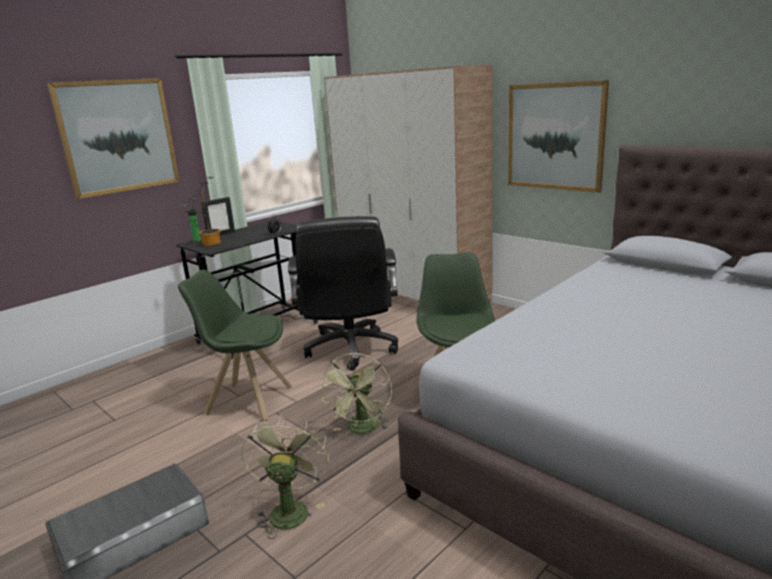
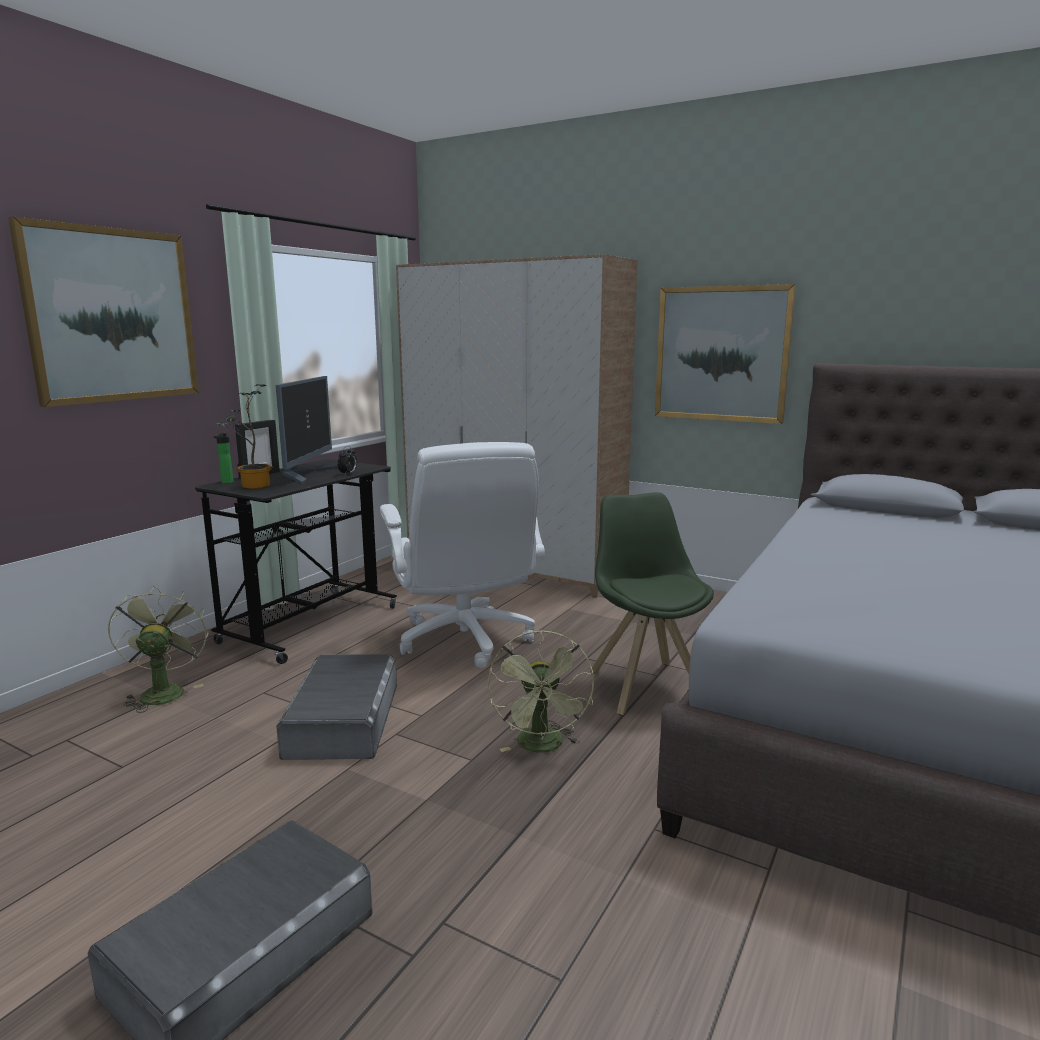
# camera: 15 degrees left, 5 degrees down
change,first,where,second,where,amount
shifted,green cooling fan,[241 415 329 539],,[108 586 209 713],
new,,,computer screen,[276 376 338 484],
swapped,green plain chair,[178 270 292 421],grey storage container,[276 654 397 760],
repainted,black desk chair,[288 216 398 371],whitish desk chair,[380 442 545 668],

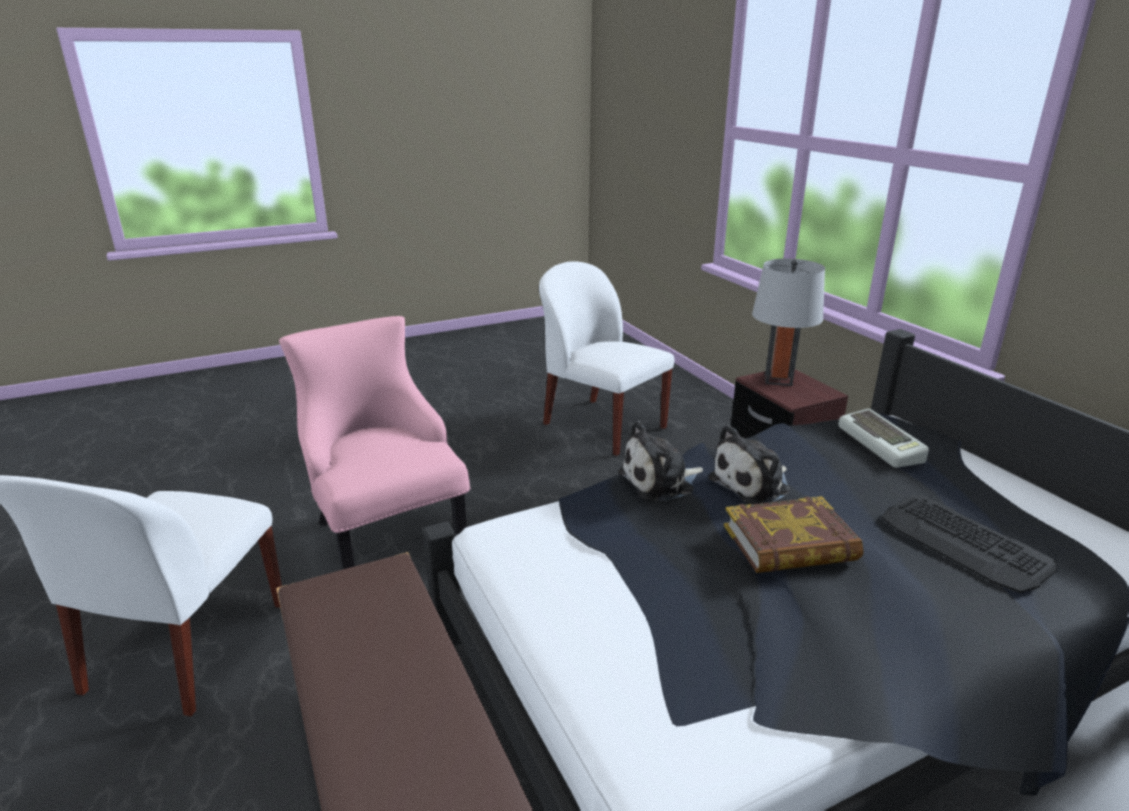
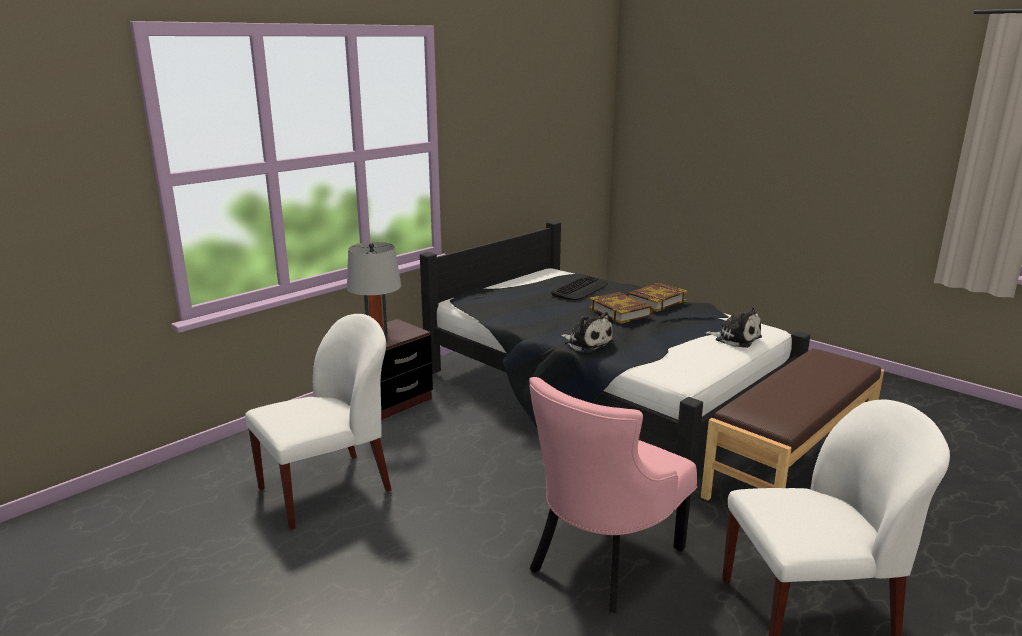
# camera: 110 degrees left, 5 degrees down
change,first,where,second,where,amount
rotated,whitish plain chair,[539 261 674 456],,[245 314 392 530],150 degrees counterclockwise
new,,,book,[627 283 688 312],
shifted,soft toy,[708 425 790 504],,[706 307 762 348],
gone,keyboard,[838 408 929 468],,,

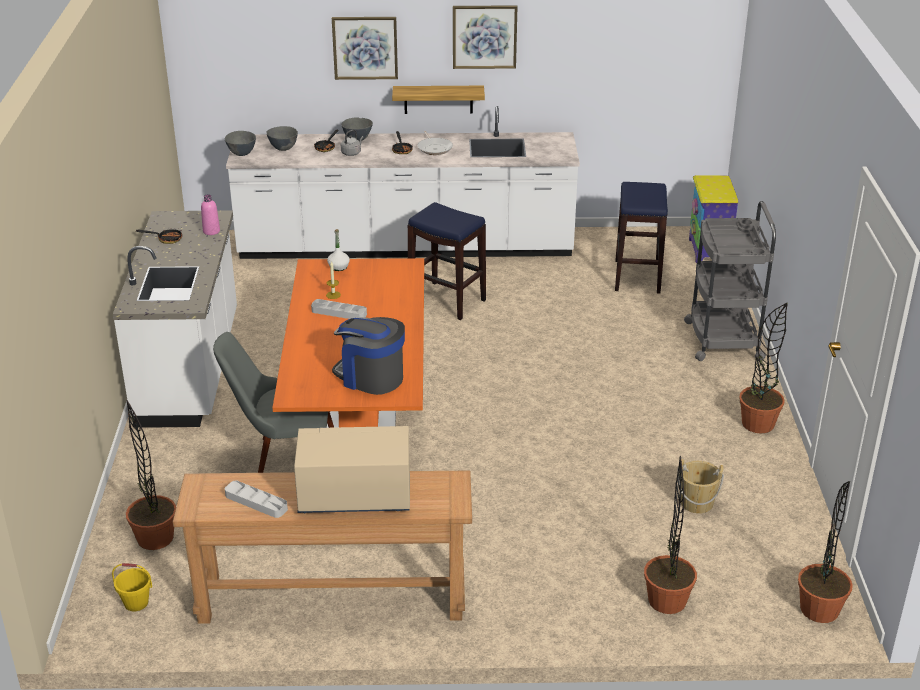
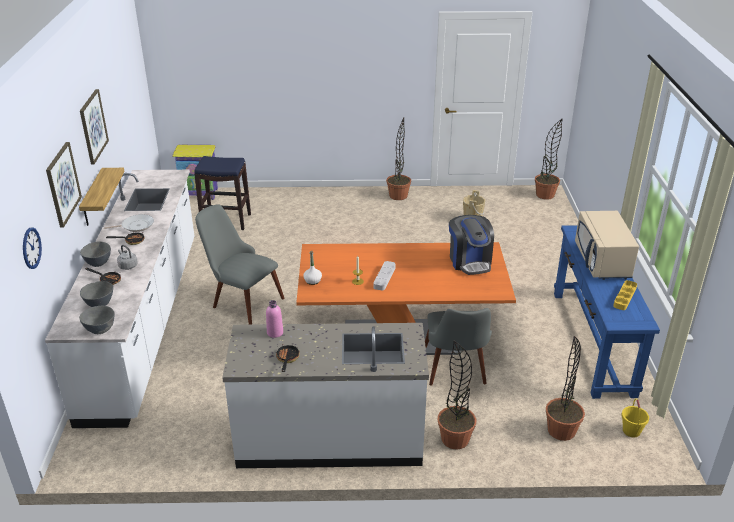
# camera: 90 degrees left, 0 degrees up
change,first,where,second,where,amount
new,,,wall clock,[23 228 42 269],
swapped,stool seat,[408 202 486 320],grey plain chair,[195 204 285 325],
shifted,potted plant,[644 456 697 614],,[438 341 476 450],
rotated,coffee brewer,[332 317 405 395],,[449 215 494 275],45 degrees counterclockwise
repainted,brown hall table,[173 470 472 624],blue-coloured hall table,[554 225 660 399],
repainted,grey carrying tray,[225 481 288 518],yellow-coloured carrying tray,[613 280 637 310],
gone,grey wheeled cart,[684 201 776 361],,,

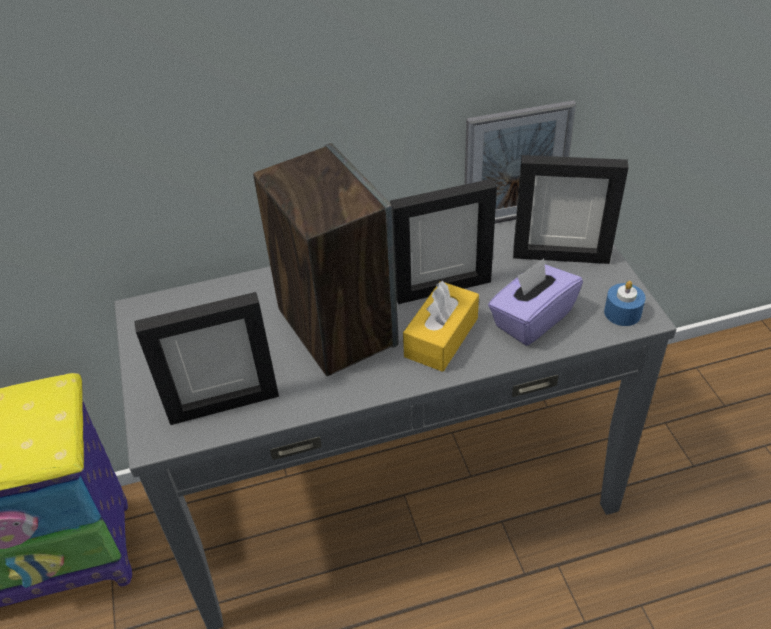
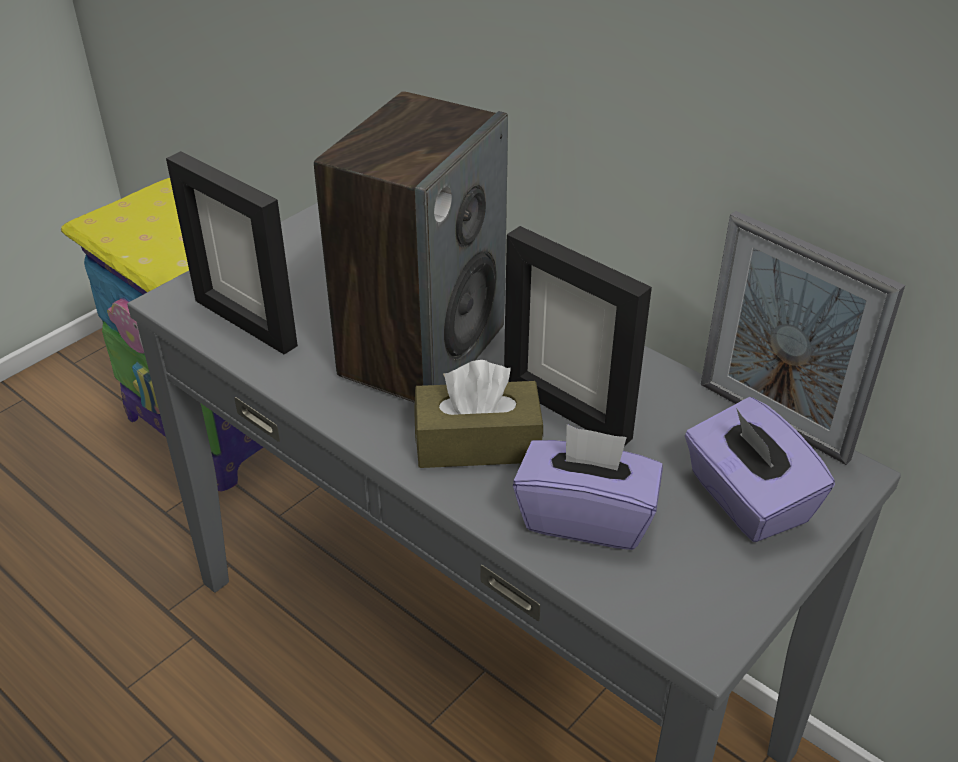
# camera: 55 degrees right, 5 degrees down
change,first,where,second,where,amount
repainted,yellow-coloured tissue holder,[403 281 479 372],brown tissue holder,[414 360 543 468],
swapped,photo frame,[513 155 629 264],purplish tissue holder,[685 397 835 542],
gone,blue-coloured candle,[604 281 646 326],,,

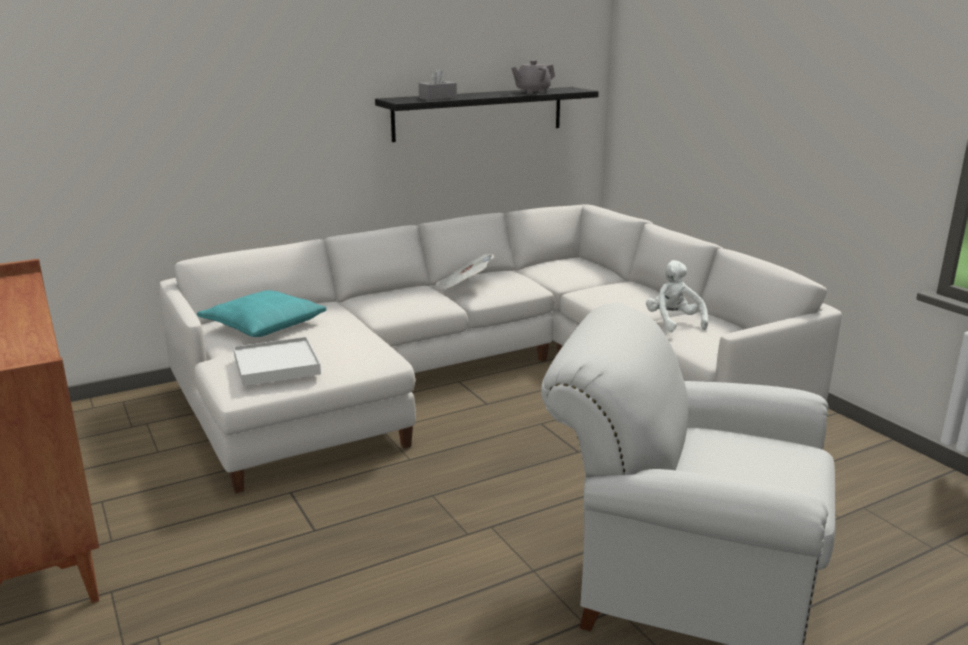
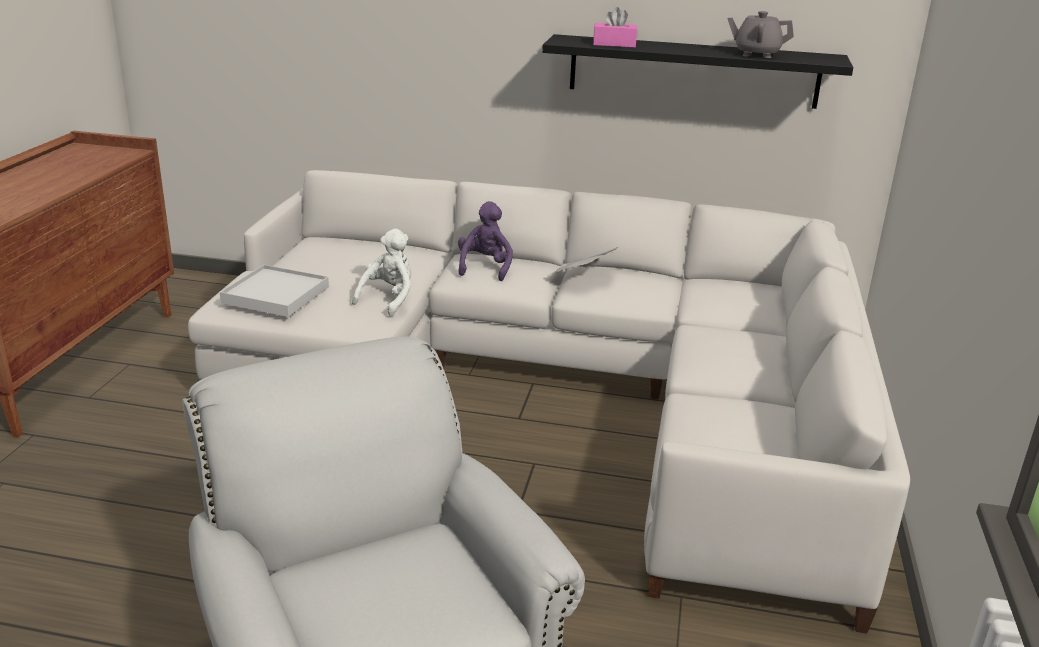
# camera: 40 degrees right, 5 degrees up
change,first,where,second,where,amount
shifted,whitish soft toy,[646 260 708 332],,[352 229 411 316],
new,,,purplish soft toy,[458 201 513 281],
repainted,grey tissue holder,[419 68 457 100],pink tissue holder,[593 7 637 48],
gone,turquoise-coloured throw pillow,[197 290 326 337],,,

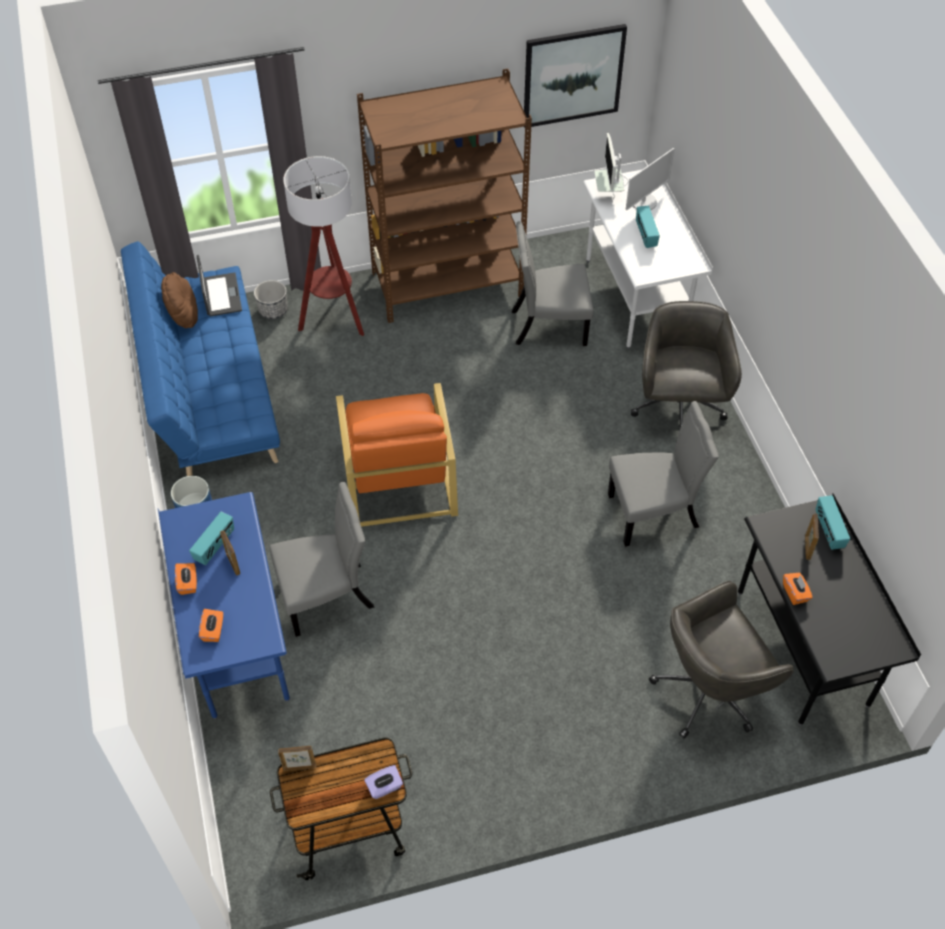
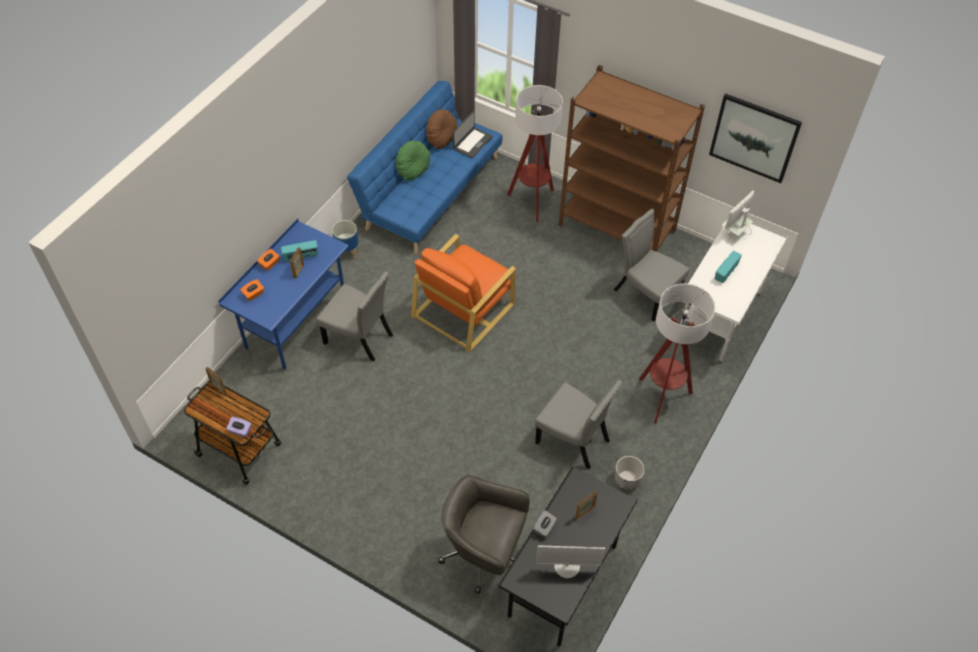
# camera: 45 degrees right, 0 degrees up
change,first,where,second,where,amount
new,,,green throw pillow,[396 140 430 180],
repainted,orange tissue holder,[783 573 813 605],grey tissue holder,[533 510 557 538],
shifted,computer screen,[626 148 675 210],,[536 545 605 578],
shifted,flower pot,[254 280 288 319],,[615 456 645 490],
swapped,grey desk chair,[631 301 742 442],floor lamp,[639 283 715 424],
gone,radio set,[815 495 850 550],,,

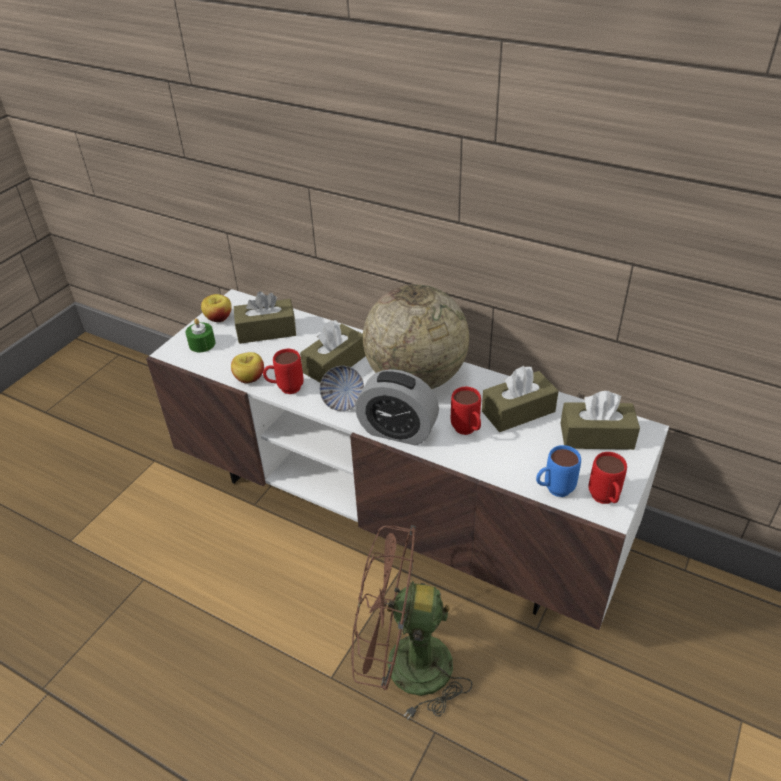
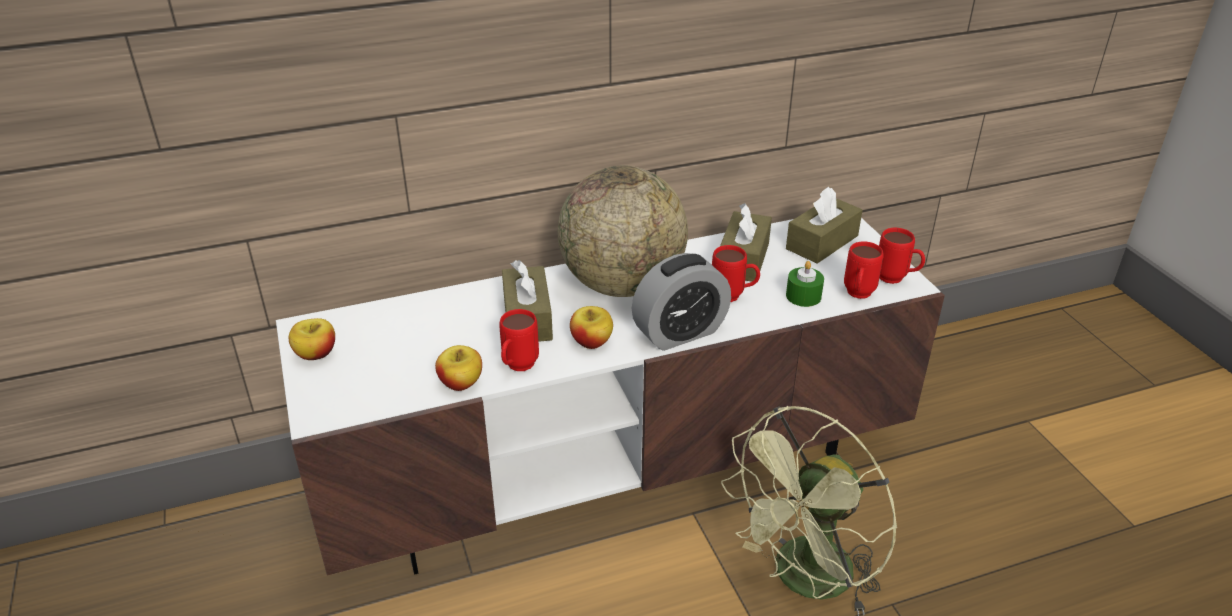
# camera: 50 degrees left, 5 degrees down
change,first,where,second,where,amount
swapped,bowl,[320 366 364 411],apple fruit,[570 306 613 349],
repainted,brown cooling fan,[351 525 472 720],green cooling fan,[721 406 897 616],
shifted,green candle,[186 318 216 352],,[786 261 824 307],
repainted,blue-coloured mug,[536 445 581 497],reddish mug,[844 241 884 299],
gone,brown tissue holder,[234 291 296 344],,,

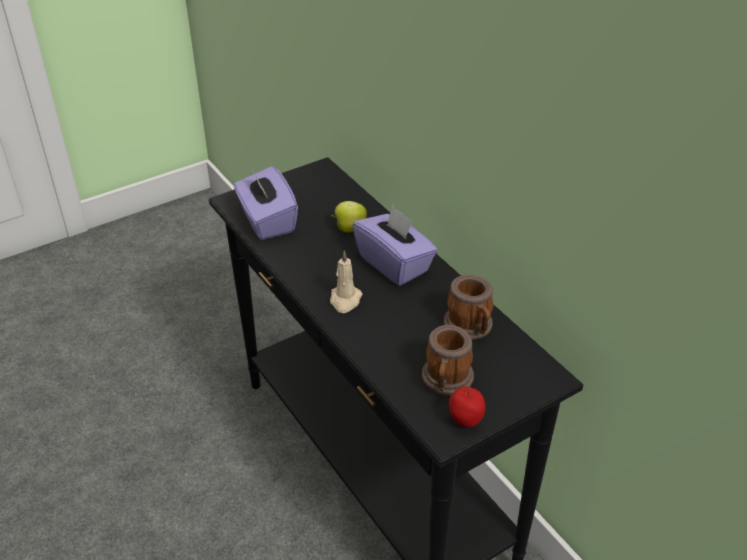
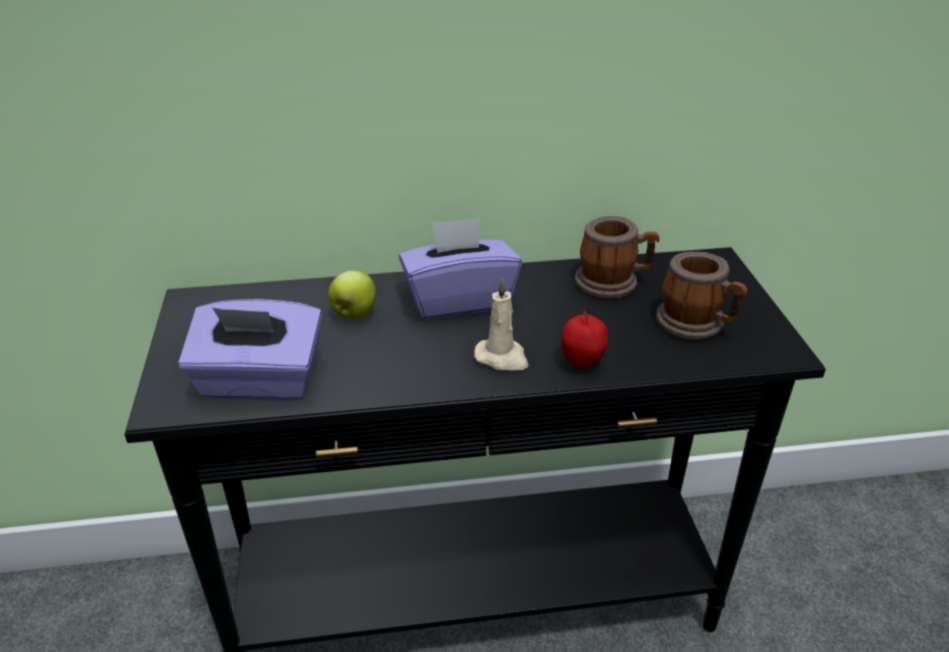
# camera: 65 degrees left, 5 degrees down
change,first,where,second,where,amount
shifted,apple fruit,[449 386 485 427],,[561 311 608 369],

